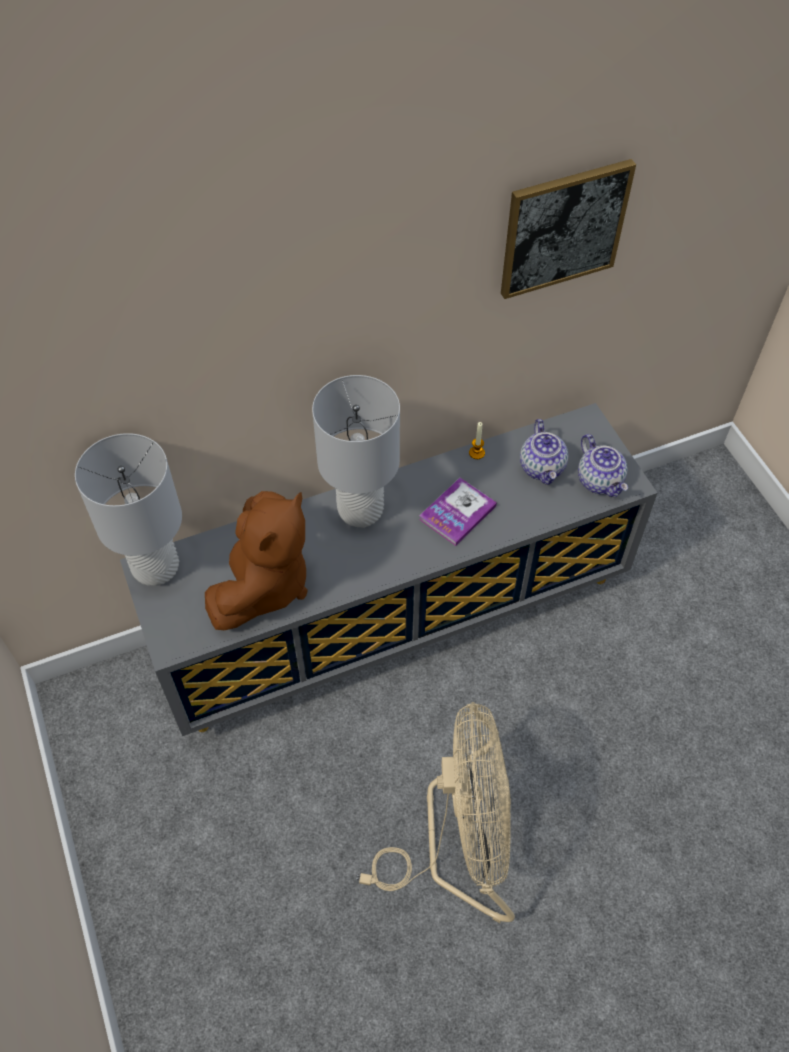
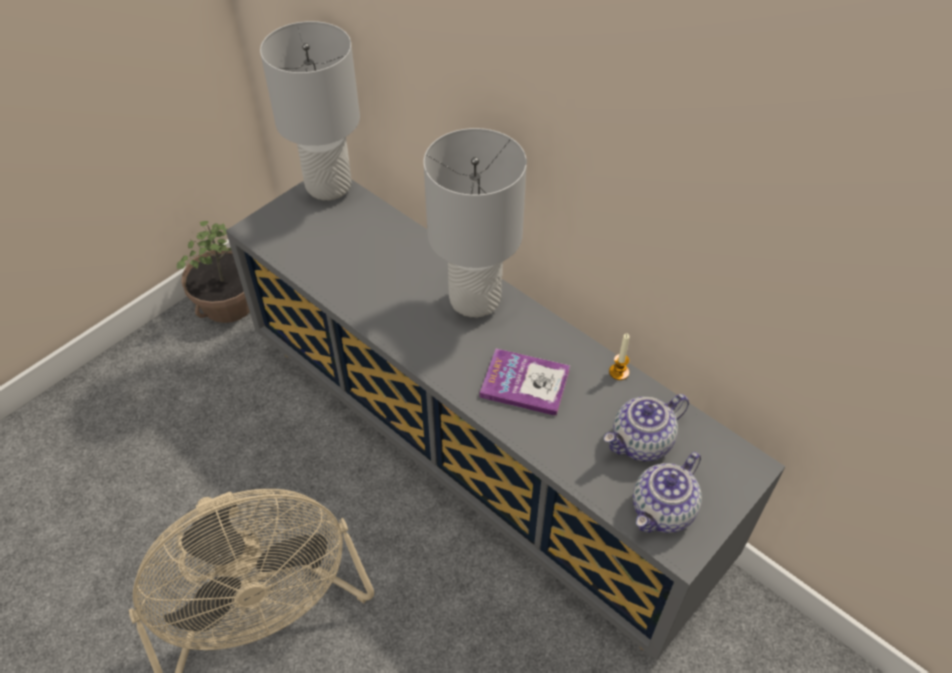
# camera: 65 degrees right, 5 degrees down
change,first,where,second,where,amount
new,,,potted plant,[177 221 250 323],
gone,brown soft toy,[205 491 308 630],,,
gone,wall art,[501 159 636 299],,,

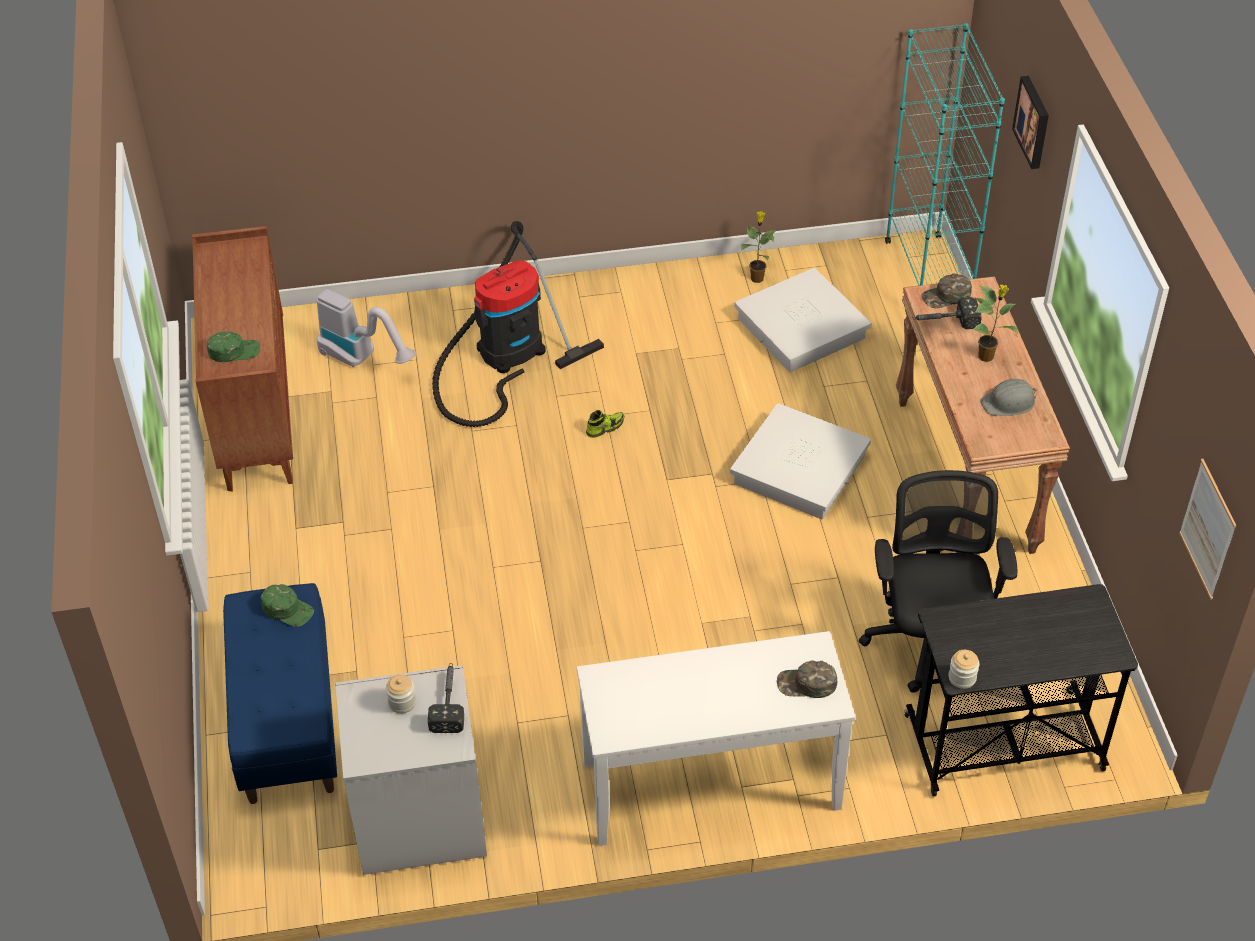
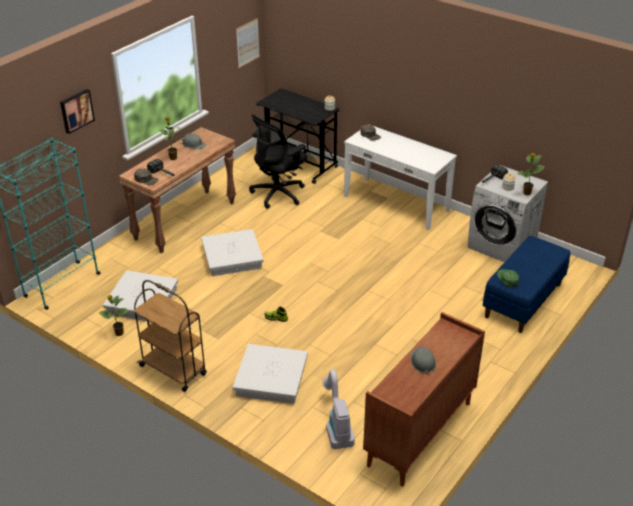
# camera: 135 degrees left, 10 degrees down
change,first,where,second,where,amount
new,,,brown wheeled cart,[134 280 207 392],
swapped,vacuum,[432 221 604 427],whitish storage container,[233 344 308 404],
new,,,grey hard hat,[411 346 436 374],
new,,,potted plant,[517 153 545 195],
gone,green peaked cap,[207 331 260 362],,,

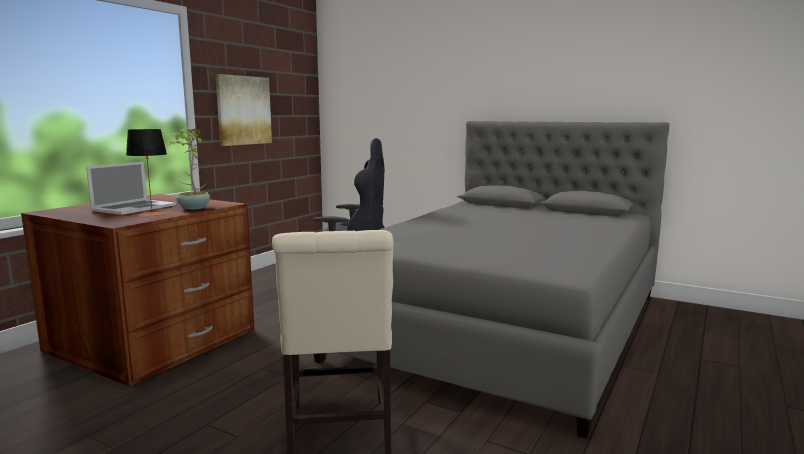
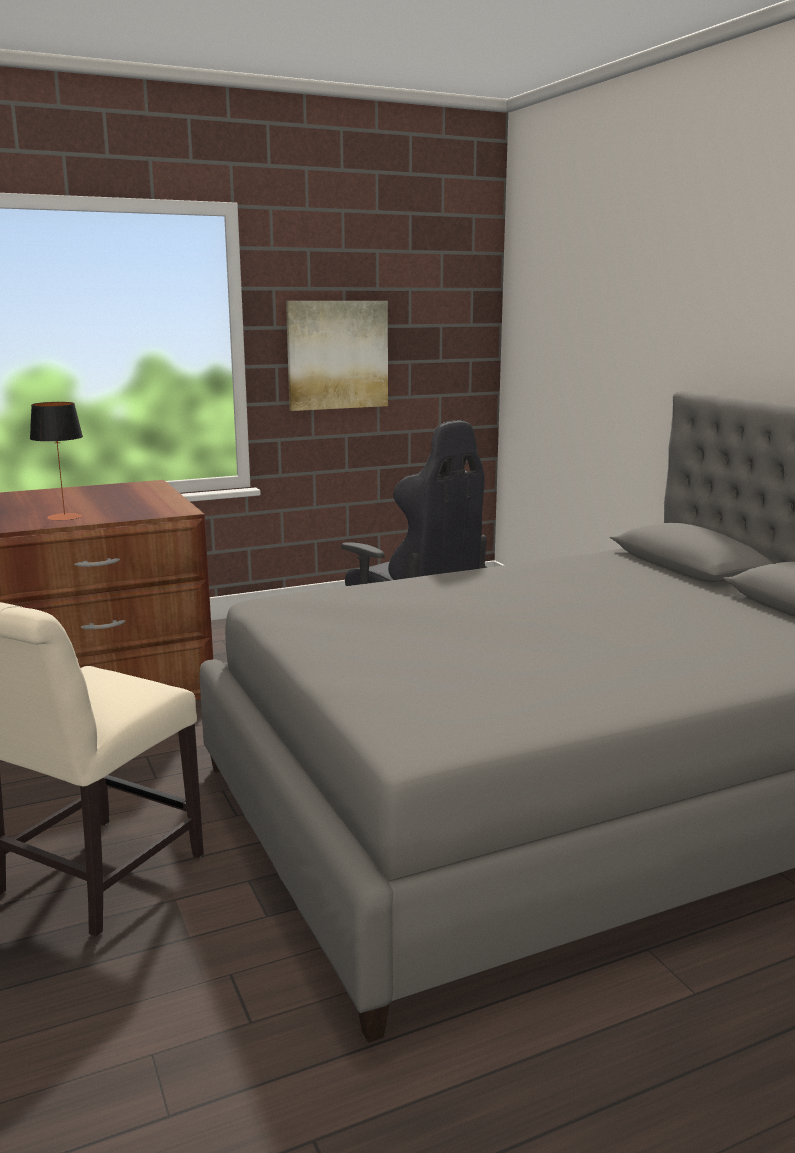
# camera: 35 degrees right, 5 degrees up
change,first,where,second,where,amount
gone,portable computer,[86 162 176 215],,,
gone,potted plant,[167 128 210 210],,,

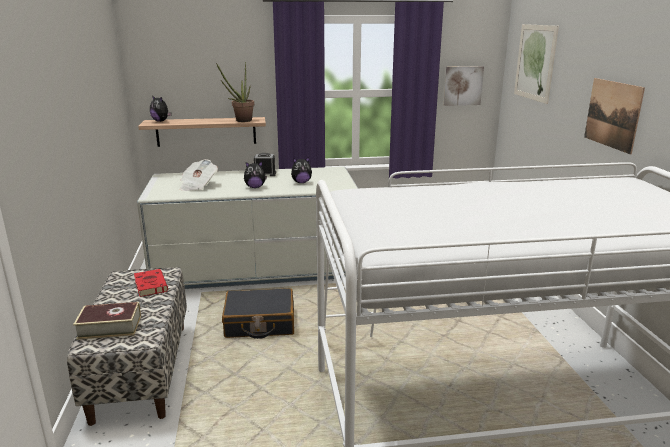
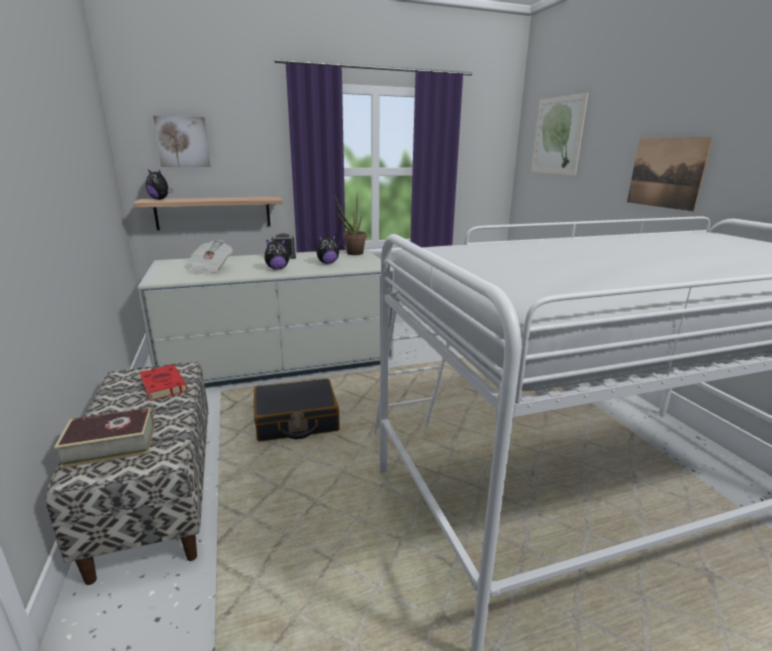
# camera: 10 degrees left, 0 degrees up
change,first,where,second,where,amount
shifted,wall art,[444 66 484 106],,[153 116 211 167],
shifted,potted plant,[216 62 254 122],,[334 194 367 255],

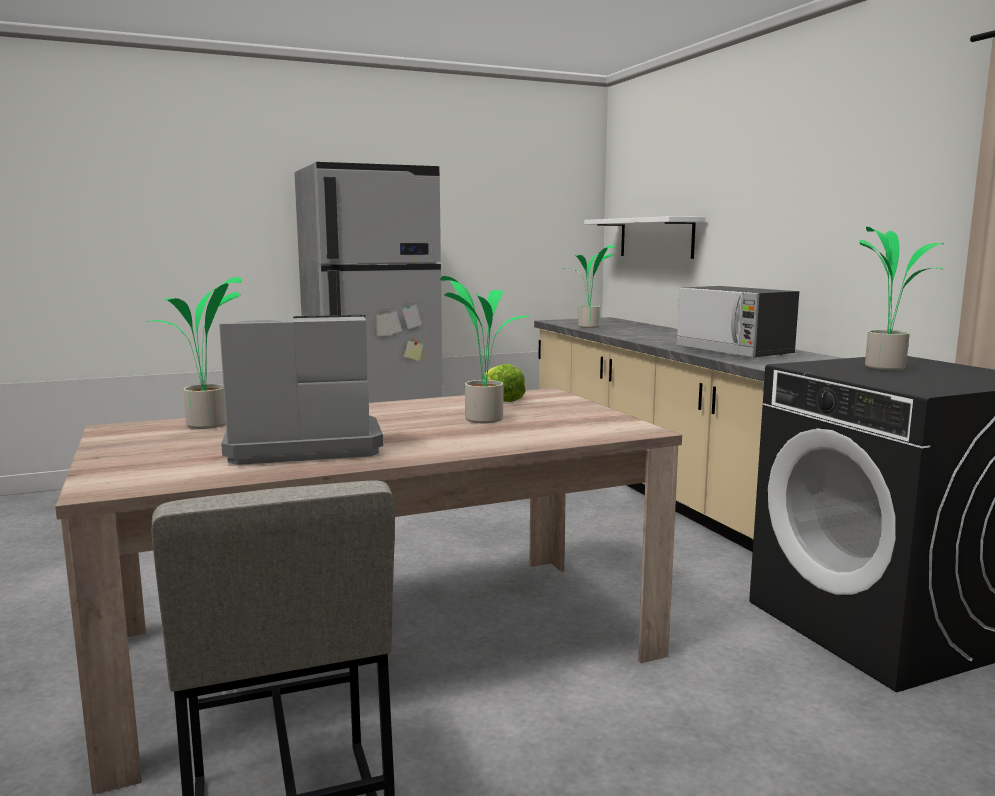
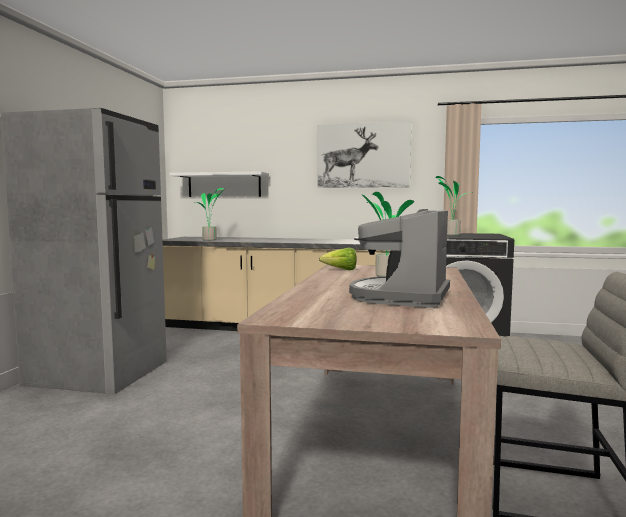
# camera: 55 degrees left, 5 degrees down
change,first,where,second,where,amount
new,,,wall art,[317 121 411 188],
gone,potted plant,[146 277 242 429],,,
gone,microwave,[676 286 799 358],,,

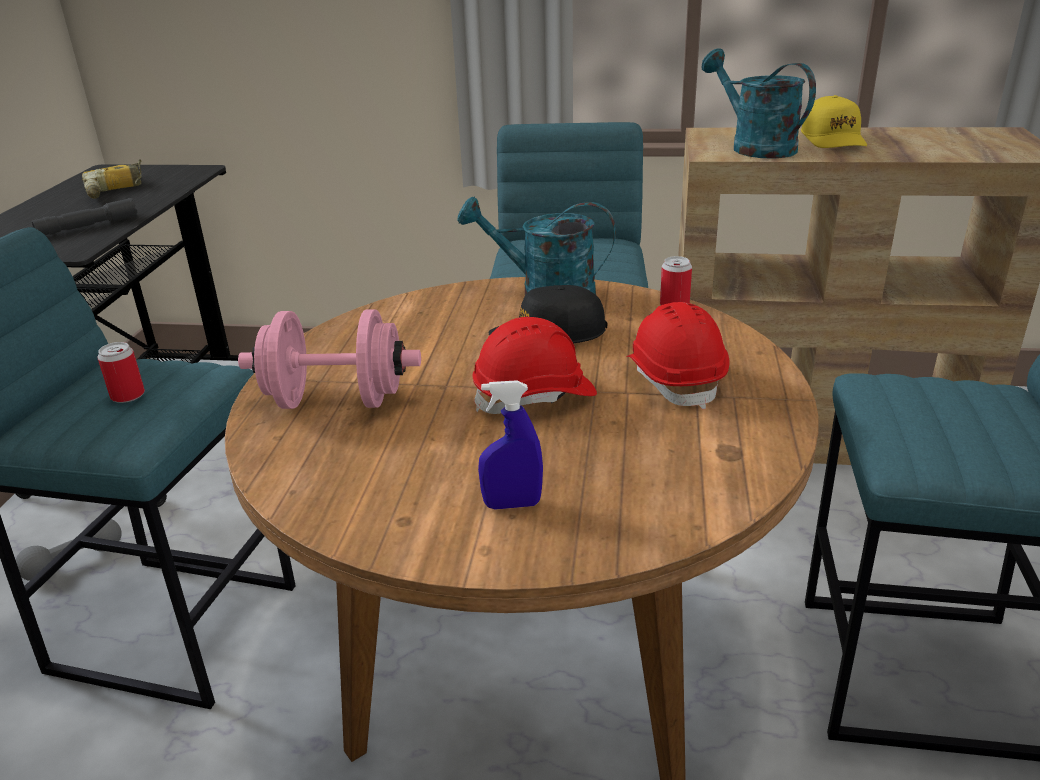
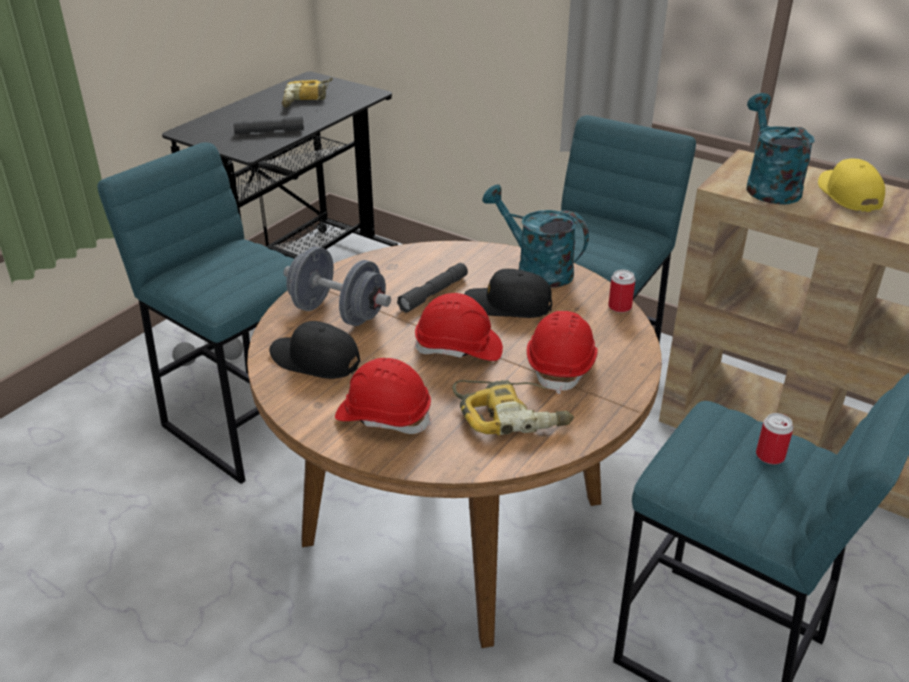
# camera: 25 degrees right, 5 degrees up
change,first,where,second,where,amount
new,,,black peaked cap,[269 321 360 379],
repainted,pink free weight,[238 309 421 409],grey free weight,[284 246 391 326],
swapped,blue-coloured sprayer,[478 380 543 510],reddish hard hat,[335 358 432 434],
new,,,grey flashlight,[397 263 468 313],
new,,,drill,[452 380 574 435],
shifted,can,[97 342 145 403],,[756 413 793 465],
rotated,yellow-coloured peaked cap,[801 95 867 148],,[818 158 885 212],150 degrees clockwise

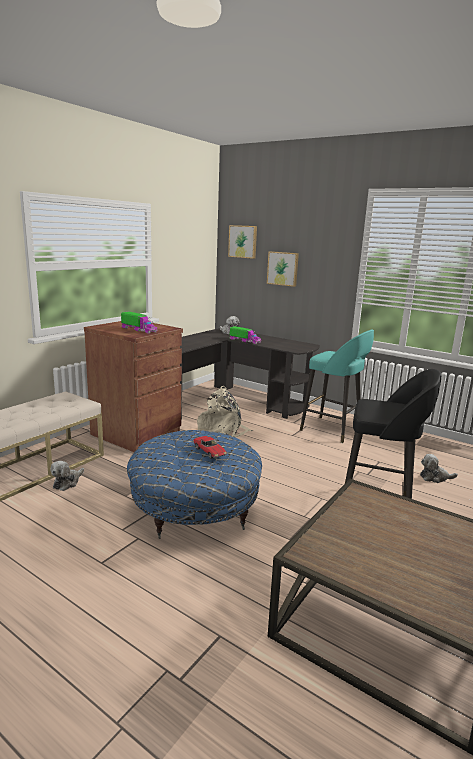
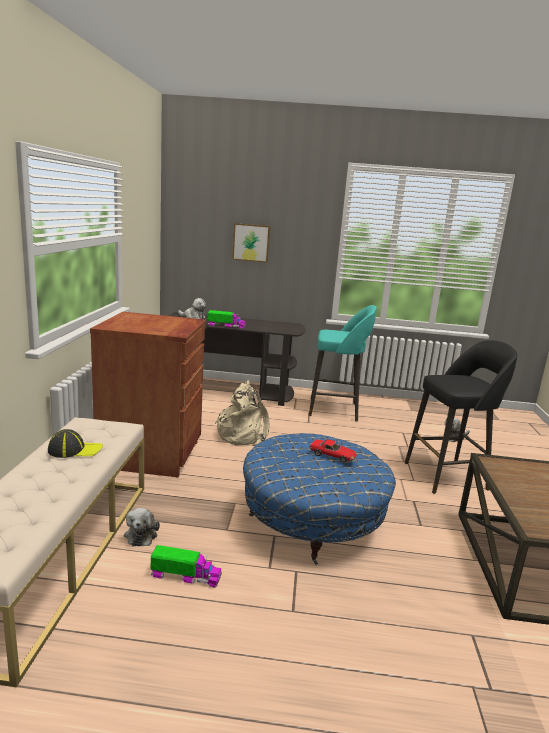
# camera: 30 degrees left, 0 degrees up
change,first,where,second,where,amount
new,,,peaked cap,[48 429 103 458],
shifted,toy lorry,[121 312 157 334],,[151 545 222 588],
gone,wall art,[228 225 257 259],,,

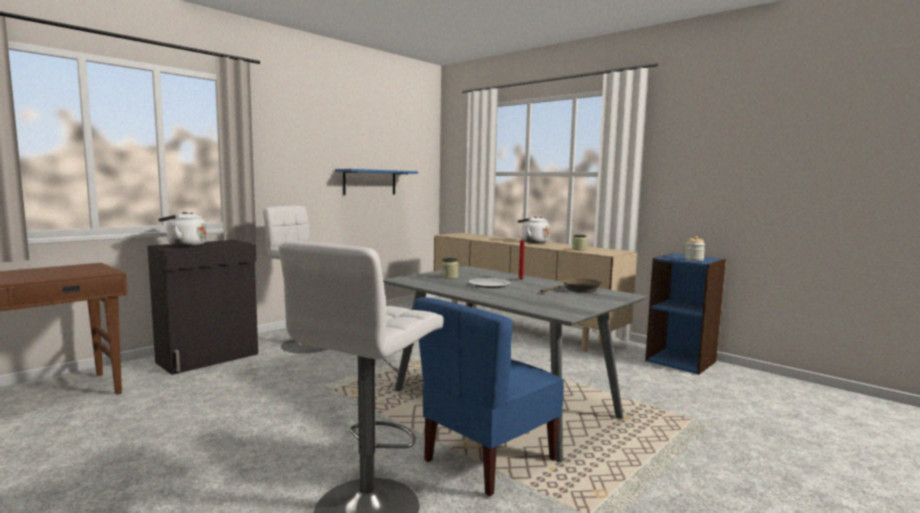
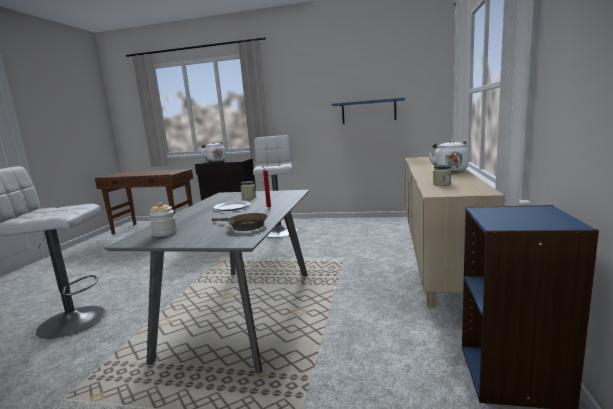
# camera: 60 degrees right, 5 degrees up
change,first,where,second,where,amount
shifted,preserve jar,[685 236 705 261],,[149 202 177 237],
gone,blue-coloured plain chair,[414 297 564 496],,,

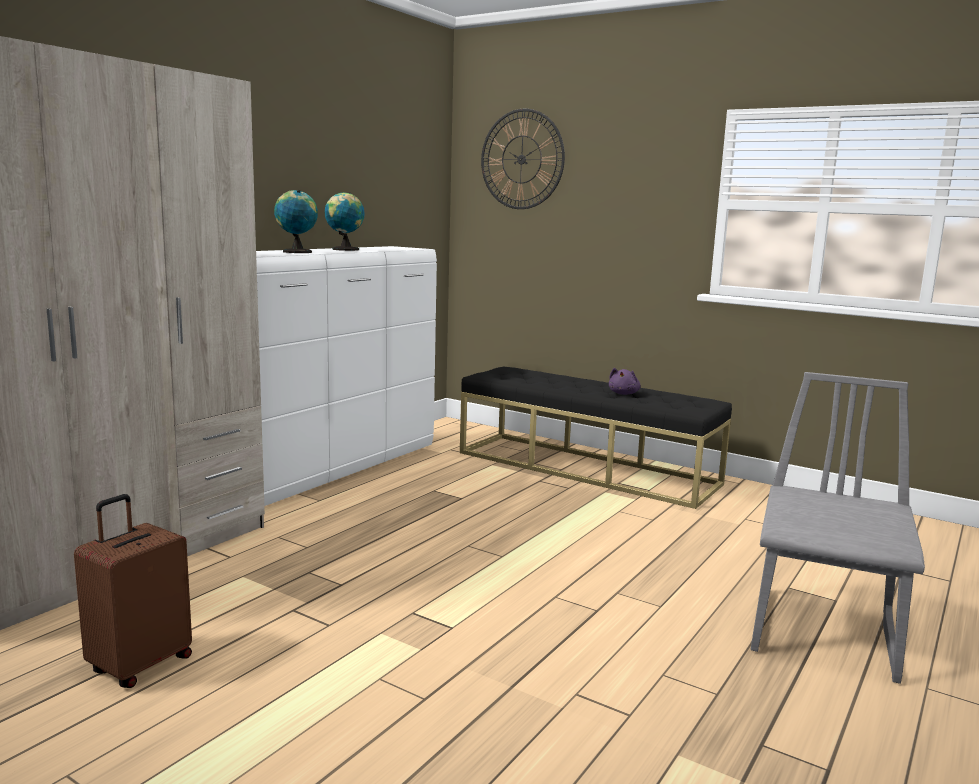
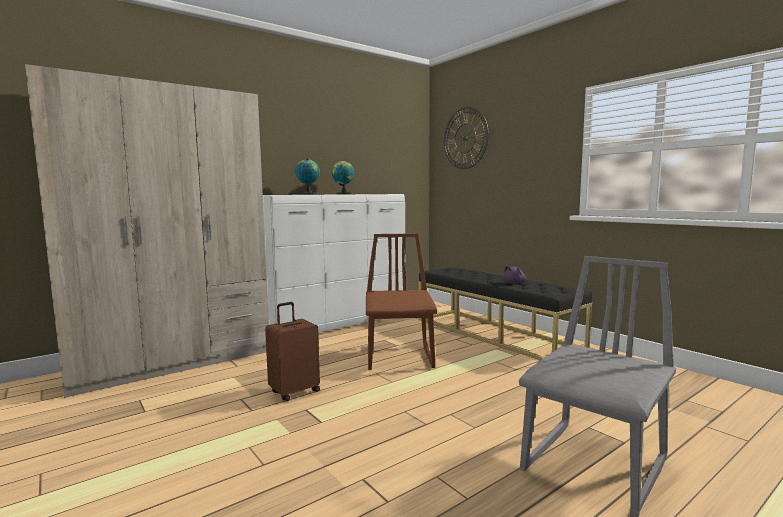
# camera: 20 degrees right, 5 degrees down
change,first,where,second,where,amount
shifted,brown piece of luggage,[74 494 192 688],,[265 302 320 401],
new,,,brown plain chair,[366 233 437 370],

